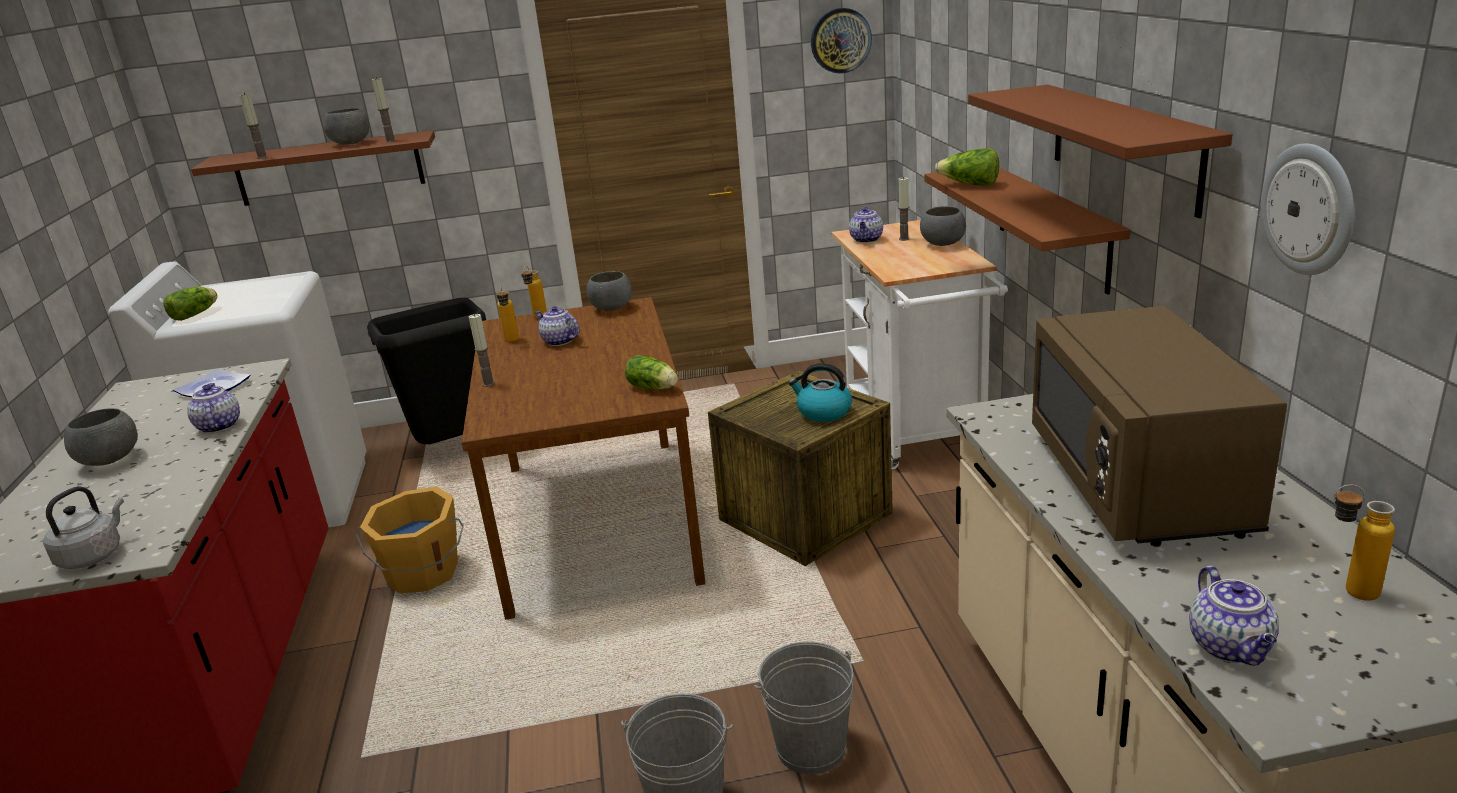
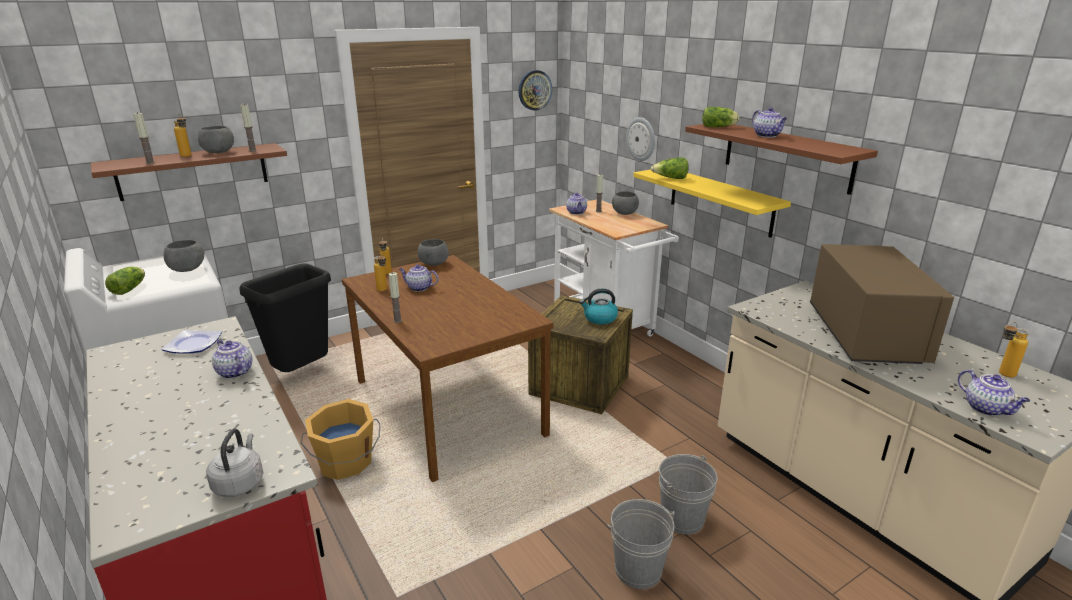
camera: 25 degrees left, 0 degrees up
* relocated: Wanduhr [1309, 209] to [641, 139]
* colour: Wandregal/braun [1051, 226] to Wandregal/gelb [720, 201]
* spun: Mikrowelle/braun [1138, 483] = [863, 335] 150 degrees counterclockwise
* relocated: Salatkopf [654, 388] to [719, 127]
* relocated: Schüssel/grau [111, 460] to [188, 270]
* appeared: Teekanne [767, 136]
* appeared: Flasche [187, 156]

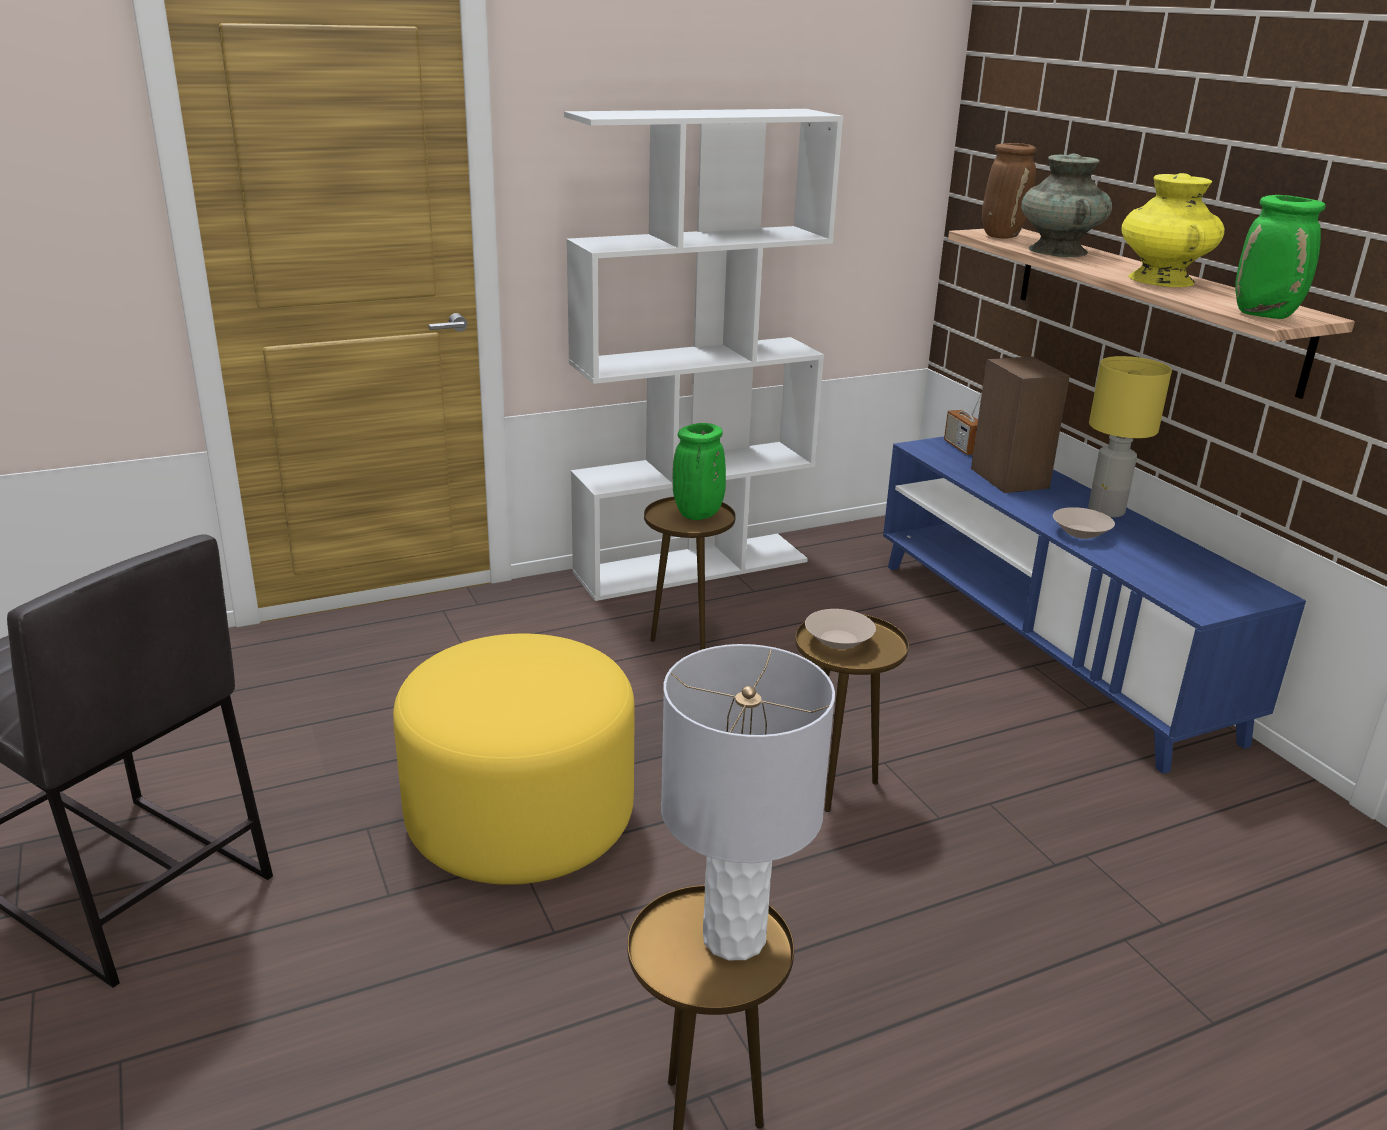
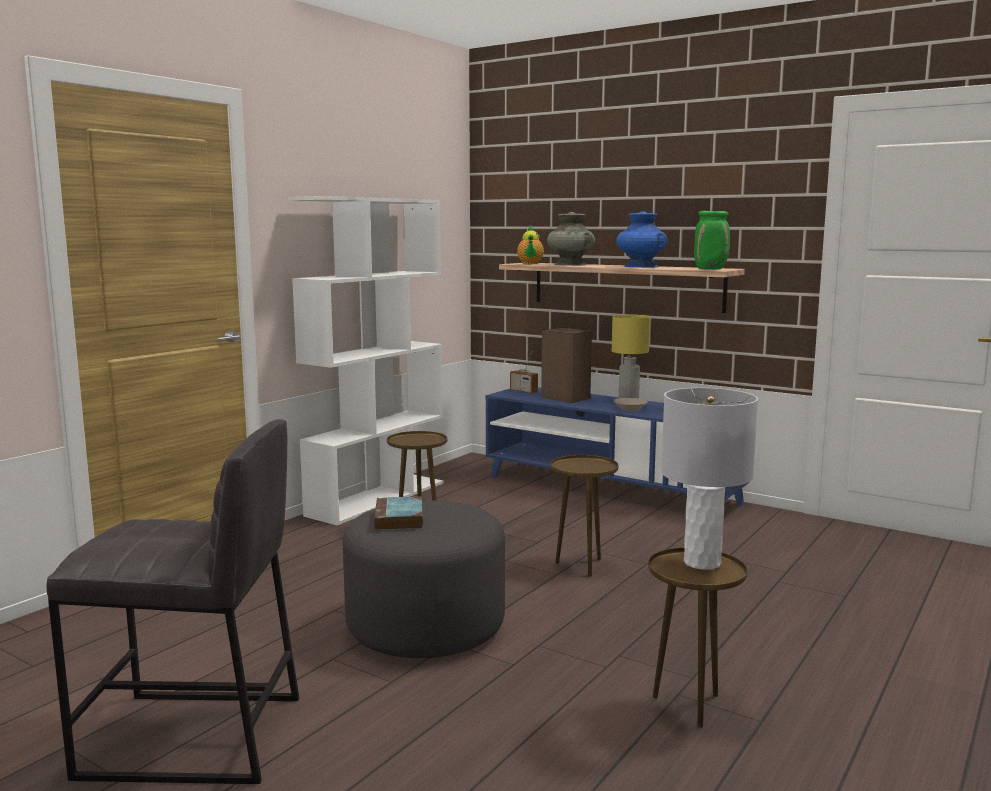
camera: 30 degrees left, 15 degrees down
* exchanged: Vase/braun [1001, 236] to Teekanne [530, 263]
* colour: Vase/gelb [1160, 280] to Vase/blau [640, 266]
* missing: Vase/grün [698, 515]
* missing: Schüssel/beige [839, 642]
* colour: Polsterhocker/gelb [520, 817] to Polsterhocker/grau [425, 626]
* appeared: Buch [399, 519]

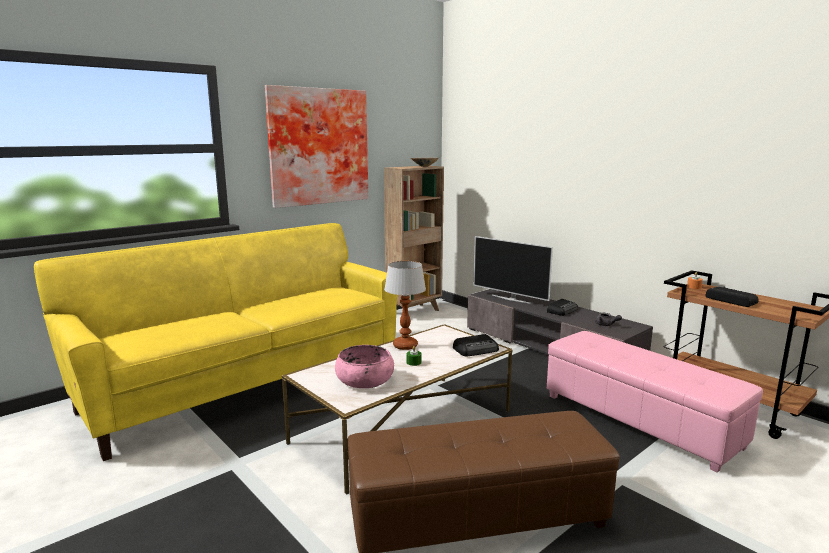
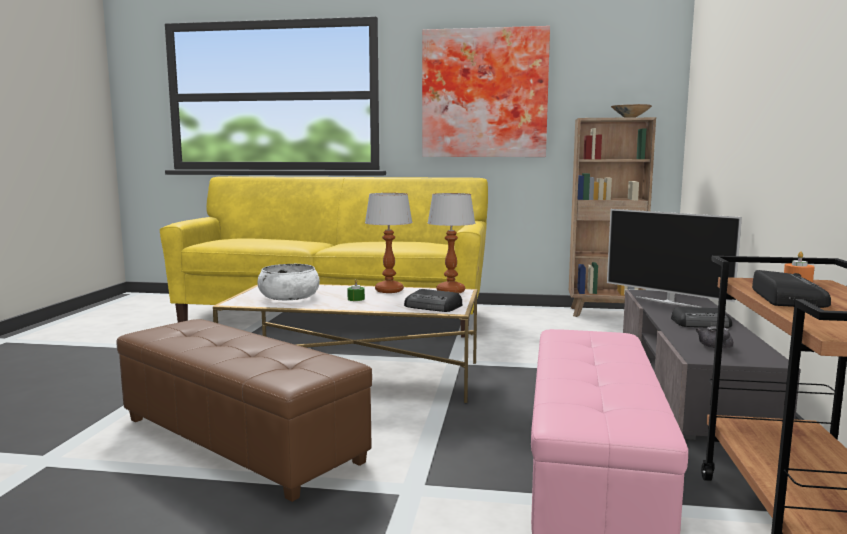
camera: 50 degrees right, 5 degrees down
* spun: Fernseher [511, 299] = [668, 302] 45 degrees counterclockwise
* colour: Schüssel/rosa [364, 380] to Schüssel/weiß [289, 297]
* appeared: Tischlampe [450, 291]

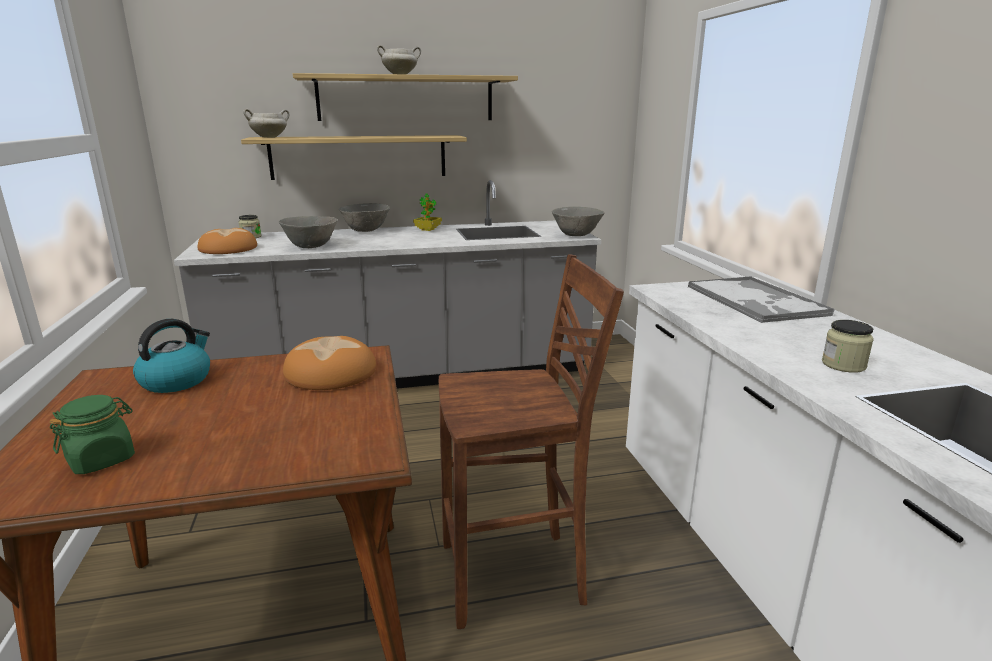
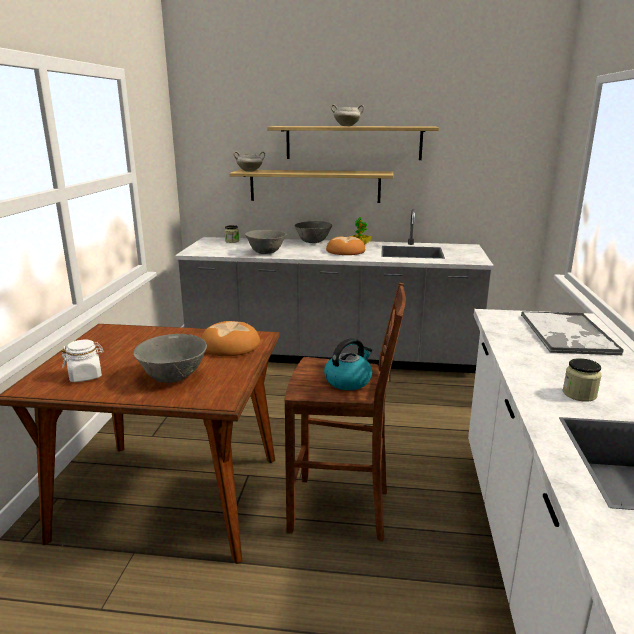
camera: 20 degrees right, 0 degrees up
* relocated: Schüssel/grau [577, 235] to [173, 378]
* relocated: Brot [227, 249] to [345, 251]
* relocated: Wasserkessel [177, 380] to [348, 381]
* colour: Vorratsglas/grün [102, 459] to Vorratsglas/weiß [85, 376]

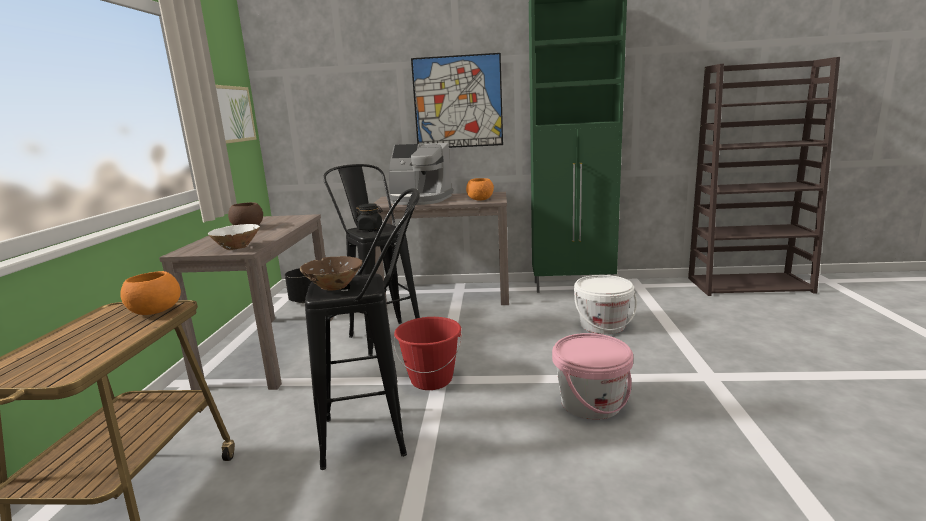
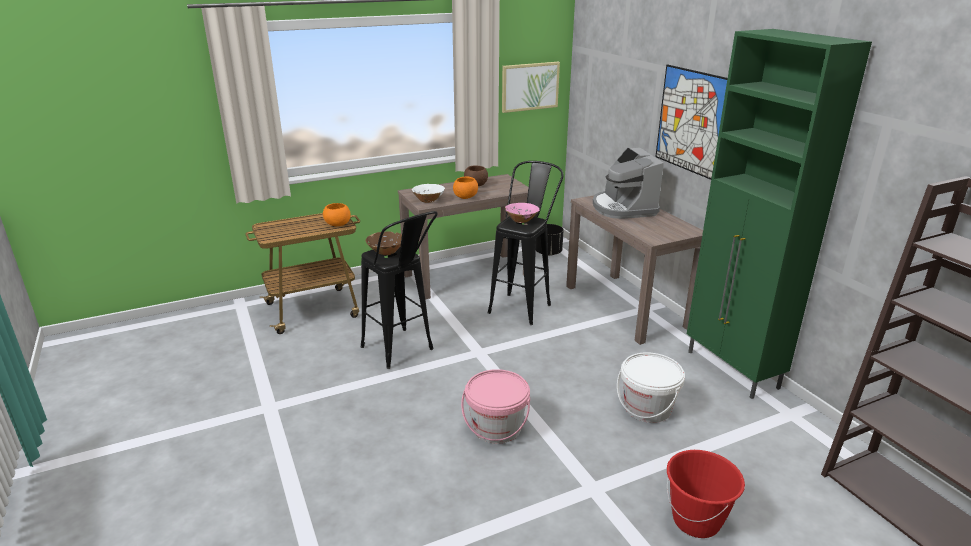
camera: 60 degrees right, 10 degrees up
* relocated: Schüssel/orange [480, 200] to [466, 197]
* exchanged: Vorratsglas/schwarz [370, 229] to Schüssel/rosa [521, 220]
* relocated: Eimer/rot [431, 380] to [696, 521]

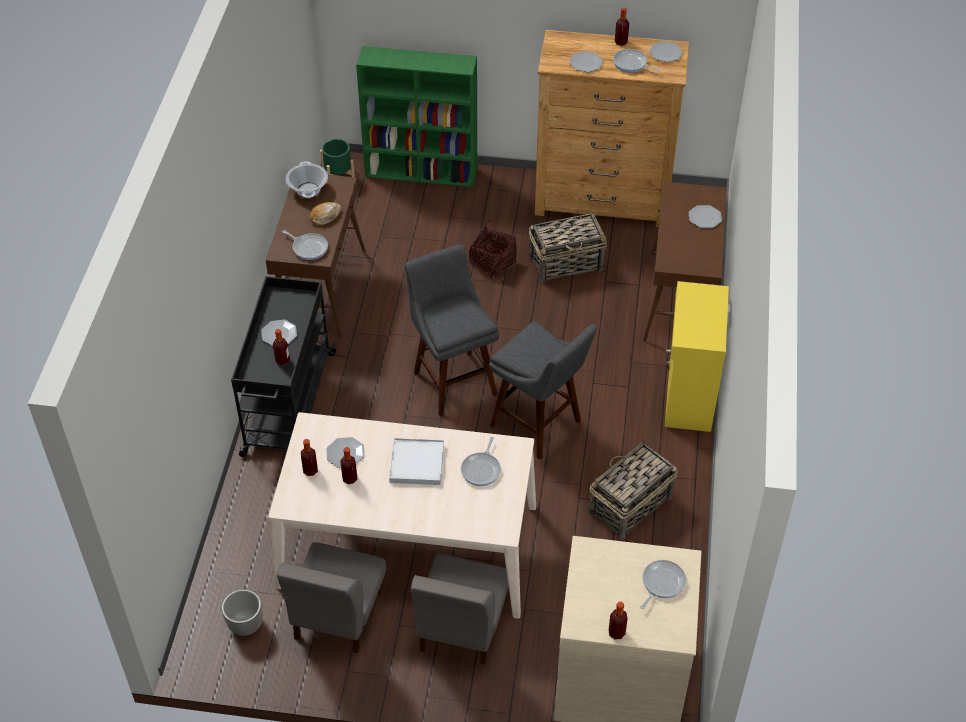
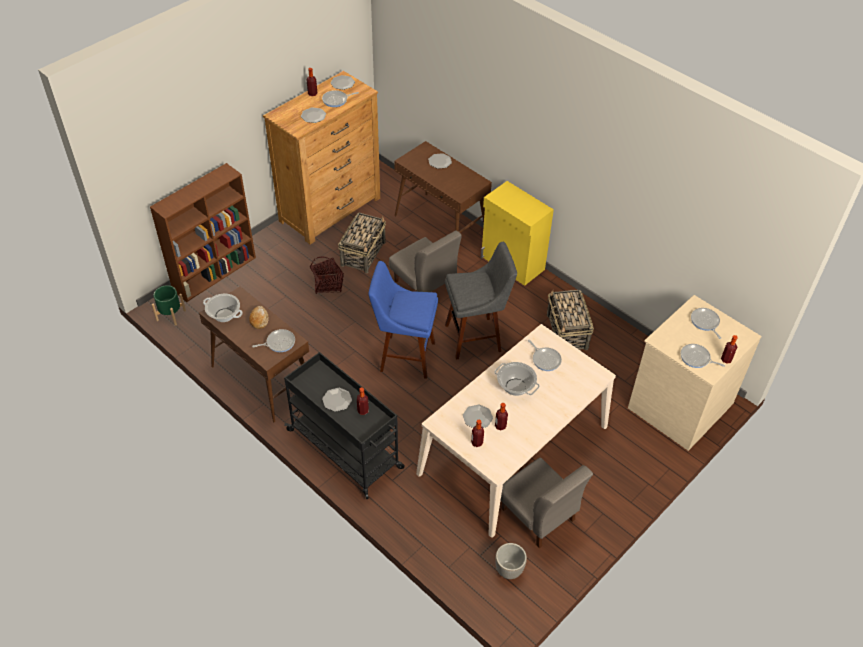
camera: 55 degrees left, 0 degrees up
* colour: Bücherregal/grün [422, 172] to Bücherregal/braun [215, 273]
* colour: Hocker/grau [453, 380] to Hocker/blau [404, 356]
* exchanged: Tablett/weiß [416, 463] to Kochtopf [515, 387]
* relocated: Stuhl/grau [461, 626] to [424, 285]
* appeared: Pfanne [696, 358]

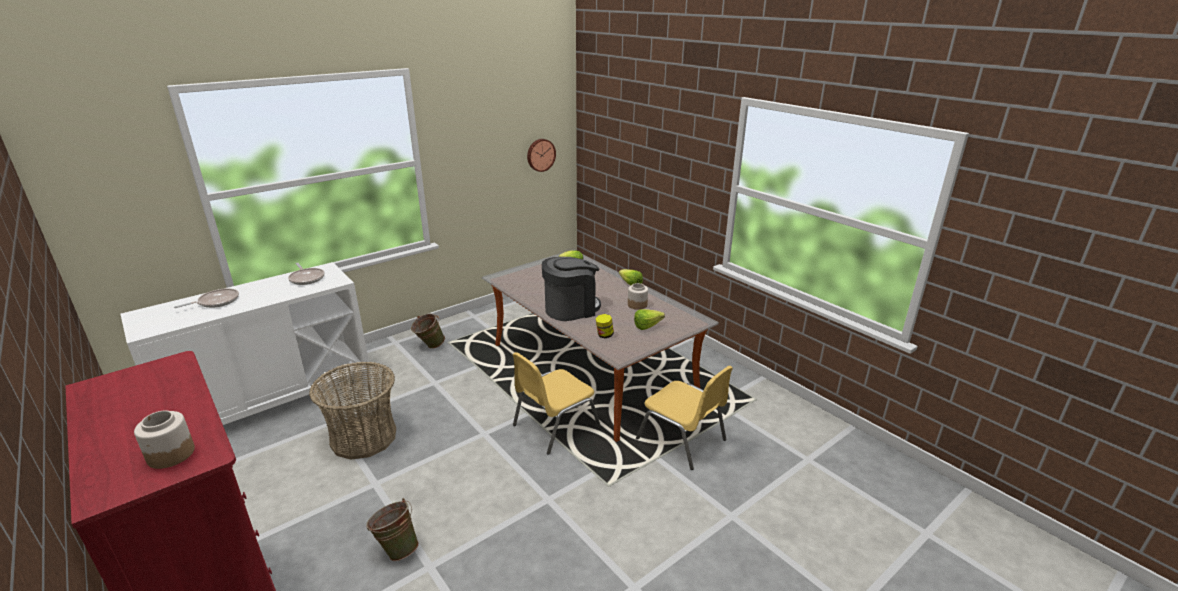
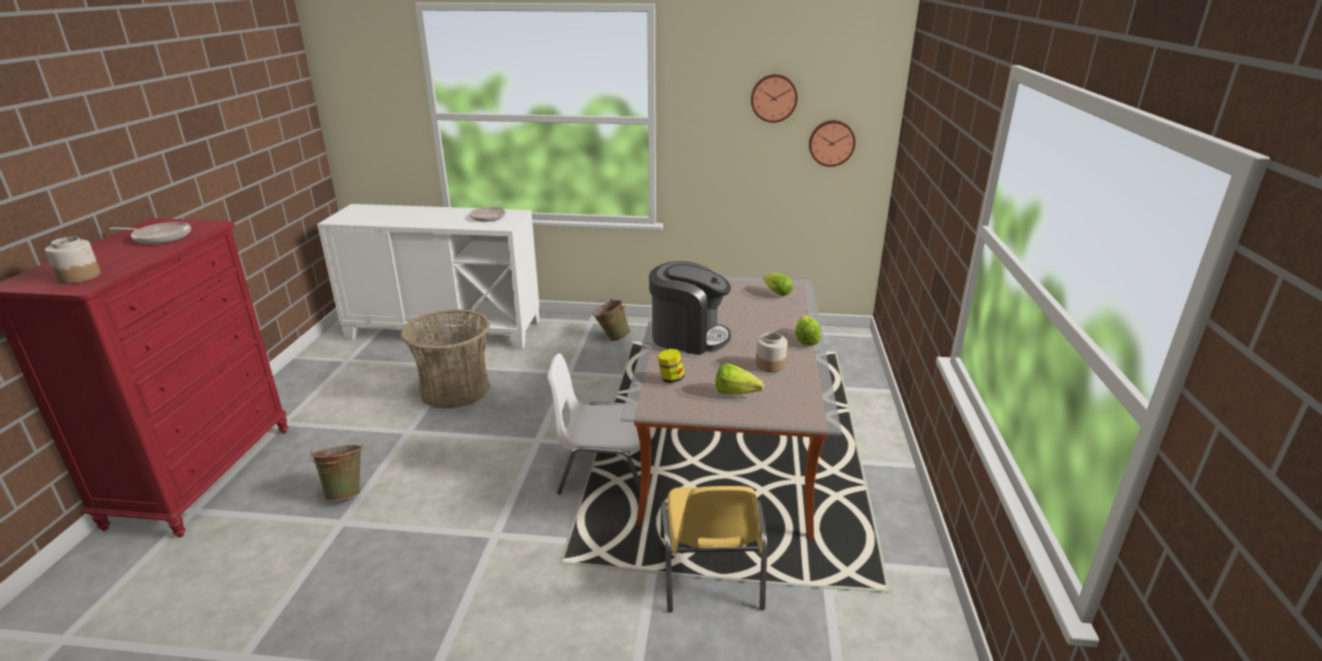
camera: 45 degrees right, 0 degrees up
* relocated: Pfanne [216, 302] to [160, 237]
* colour: Stuhl/gelb [554, 426] to Stuhl/weiß [604, 471]
* appeared: Wanduhr [774, 98]

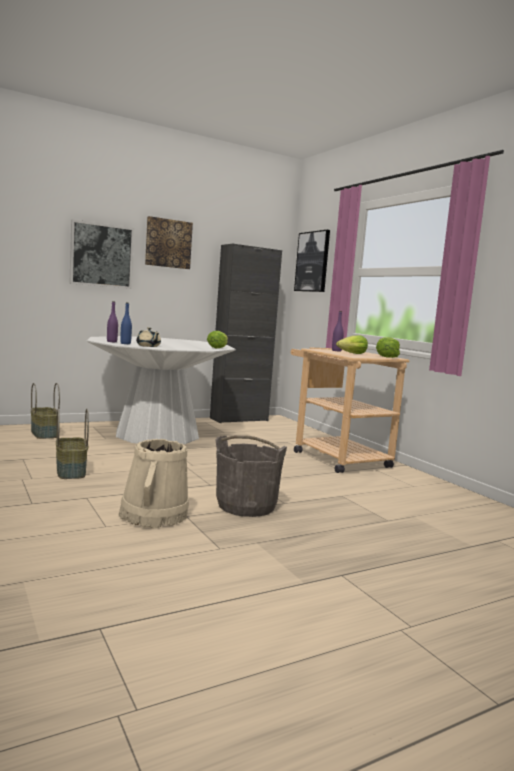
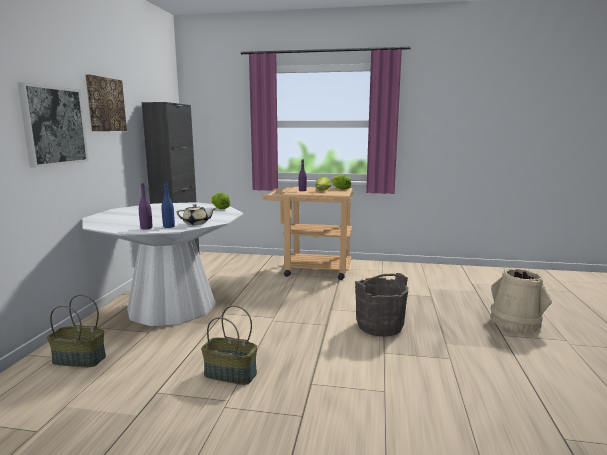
camera: 50 degrees left, 5 degrees up
* missing: Bild [312, 262]
* relocated: Eimer/beige [154, 515] to [515, 322]

